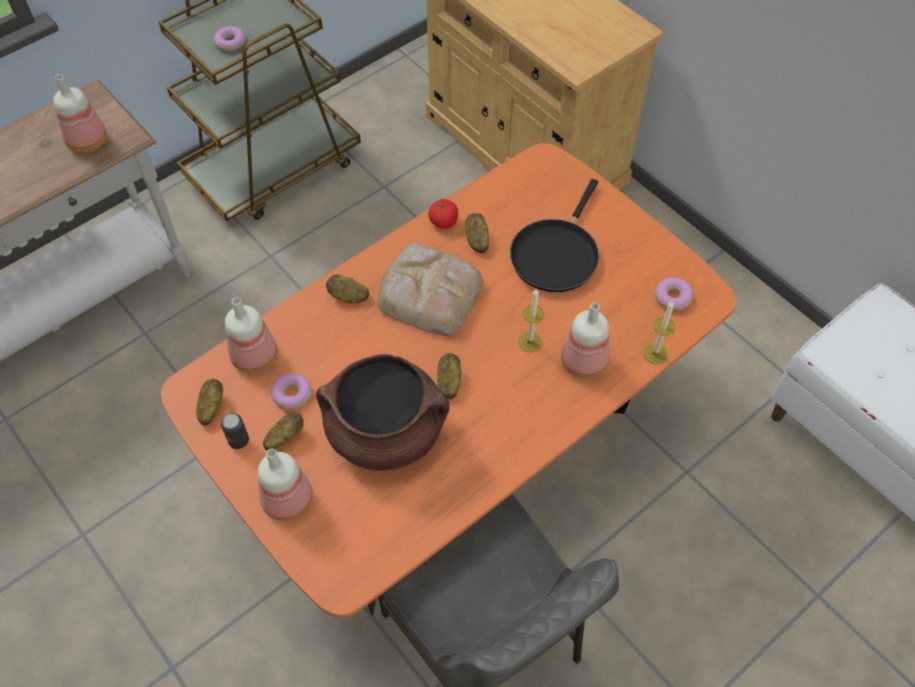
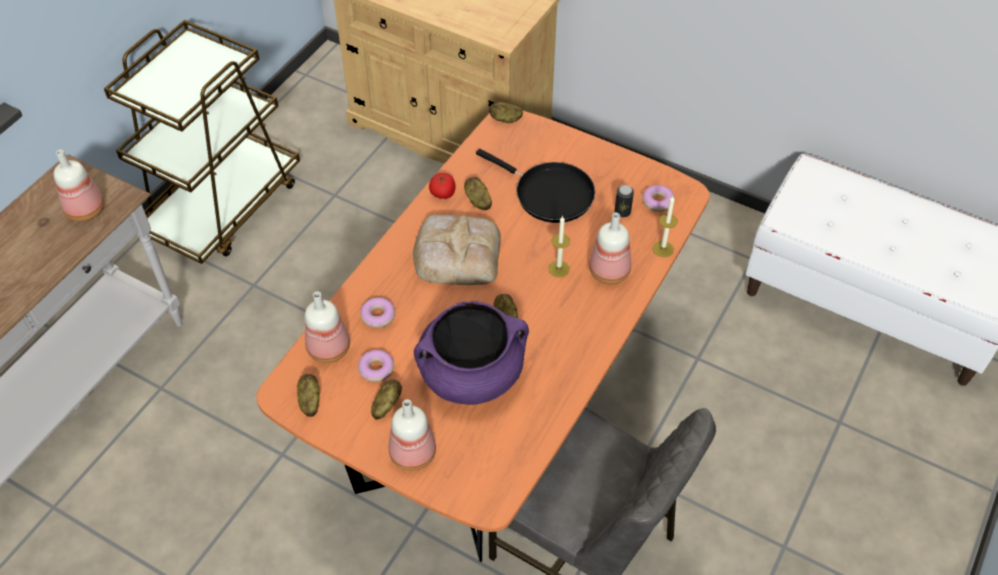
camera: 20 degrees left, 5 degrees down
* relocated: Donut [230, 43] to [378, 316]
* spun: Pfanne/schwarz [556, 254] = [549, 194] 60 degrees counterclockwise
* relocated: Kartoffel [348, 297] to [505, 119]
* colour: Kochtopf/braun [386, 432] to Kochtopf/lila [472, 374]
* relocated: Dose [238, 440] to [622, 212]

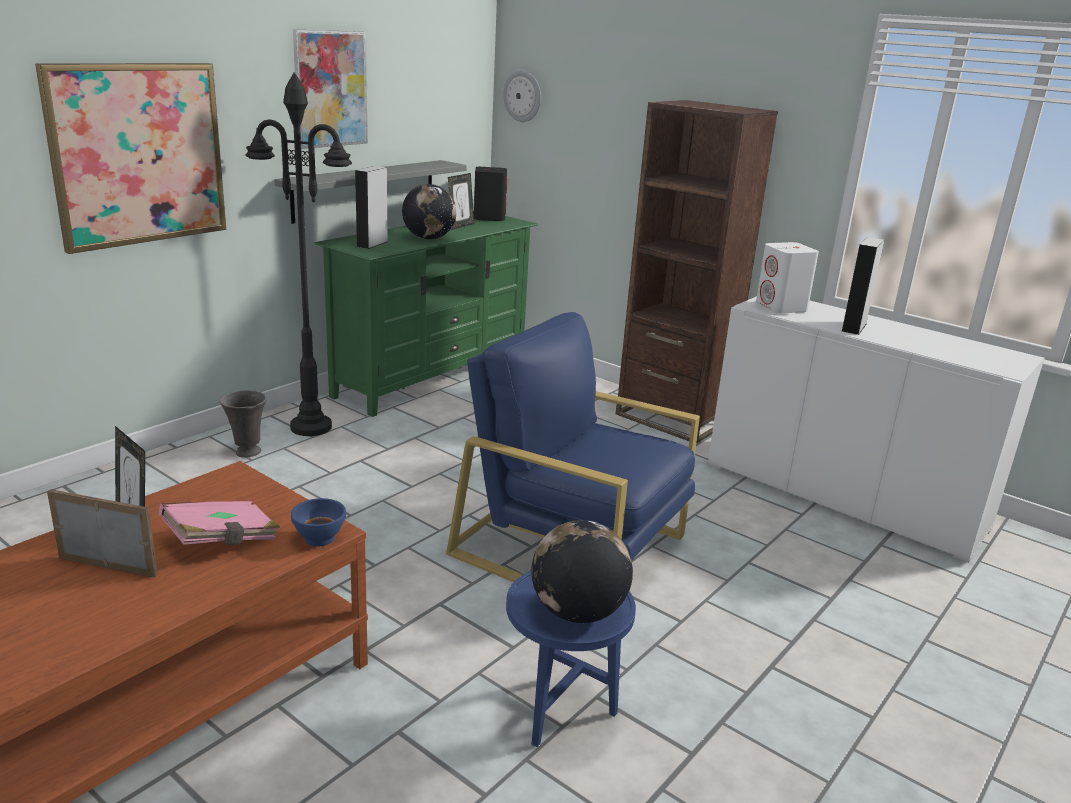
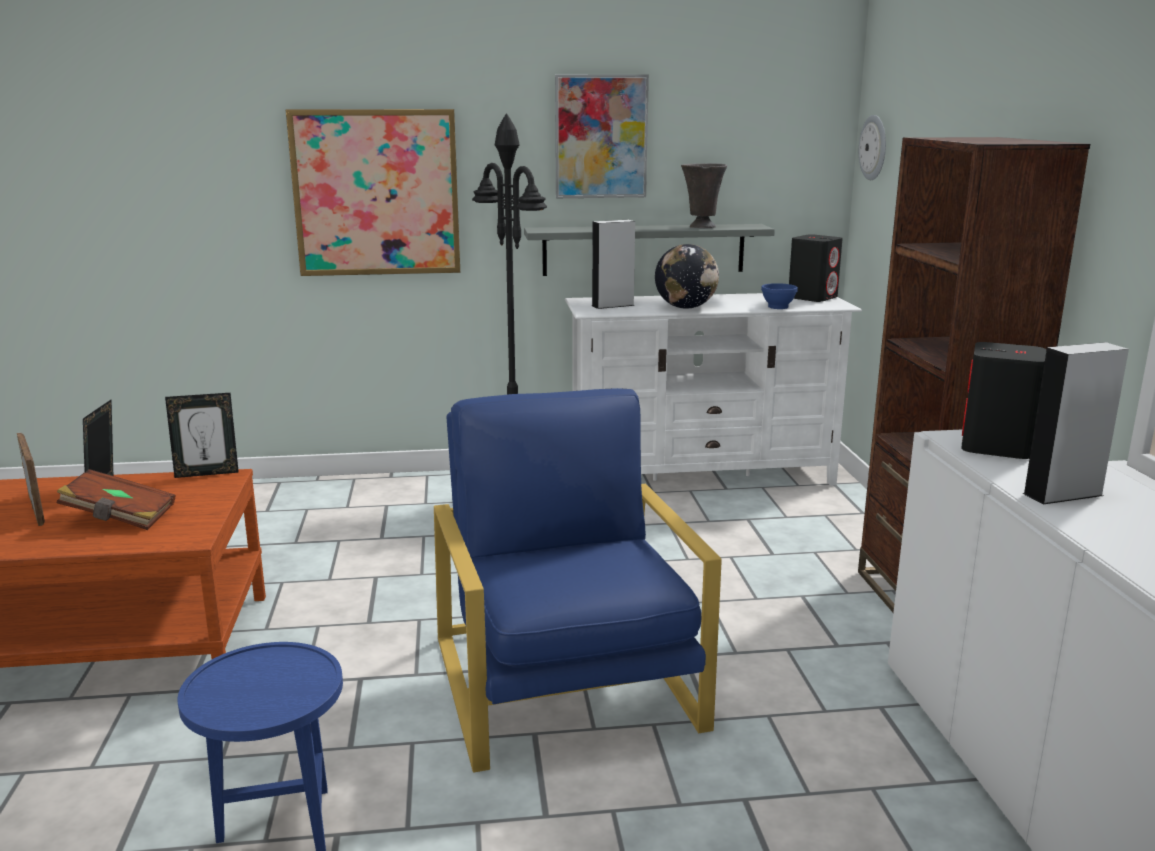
camera: 45 degrees right, 5 degrees down
* relocated: Bilderrahmen [460, 226] to [207, 473]
* colour: Fernsehschrank/grün [432, 377] to Fernsehschrank/weiß [702, 477]
* colour: Lautsprecher/weiß [781, 307] to Lautsprecher/schwarz [996, 447]
* relocated: Vase/grau [247, 452] to [701, 227]
* relocated: Schüssel/blau [320, 539] to [778, 307]
* colour: Buch/rosa [222, 540] to Buch/braun [120, 518]
* missing: Globus [577, 612]

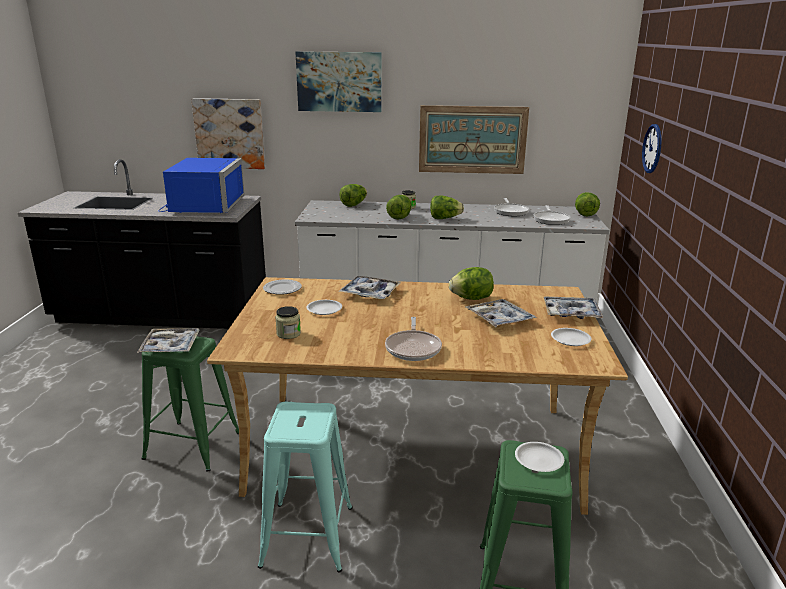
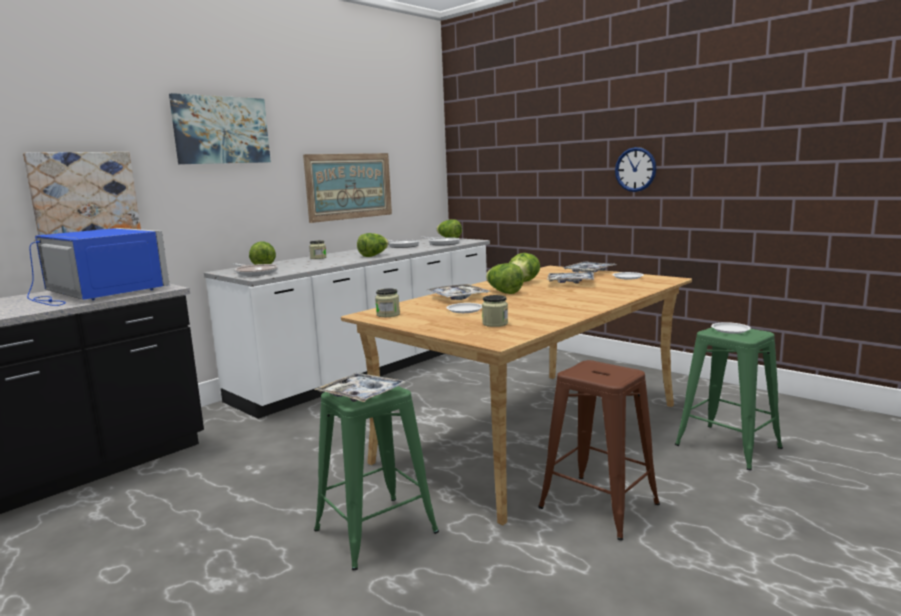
camera: 50 degrees left, 10 degrees down
* relocated: Wanduhr [652, 148] to [635, 169]
* relocated: Salatkopf [400, 217] to [503, 292]
* exchanged: Teller [282, 289] to Vorratsglas [388, 314]
* relocated: Pfanne [413, 348] to [255, 273]
* colour: Hocker/türkis [307, 536] to Hocker/braun [599, 506]

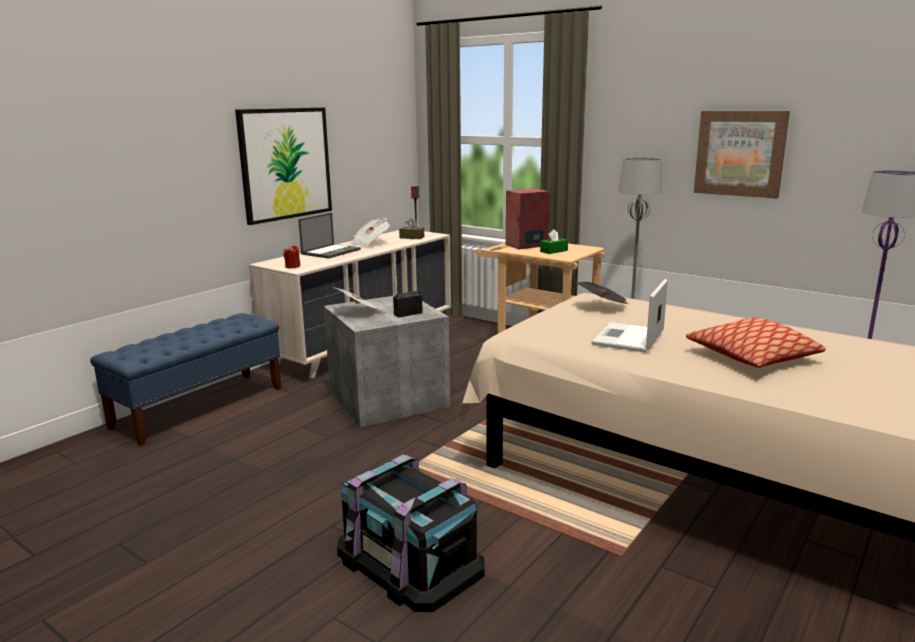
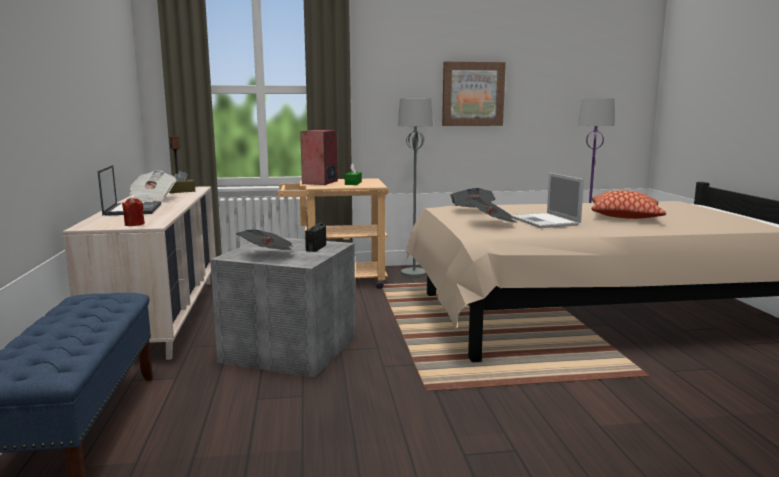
camera: 45 degrees left, 5 degrees down
* missing: Bild [285, 164]
* missing: Aufbewahrungsbox/schwarz [408, 560]
* appeared: Zeitung [492, 224]

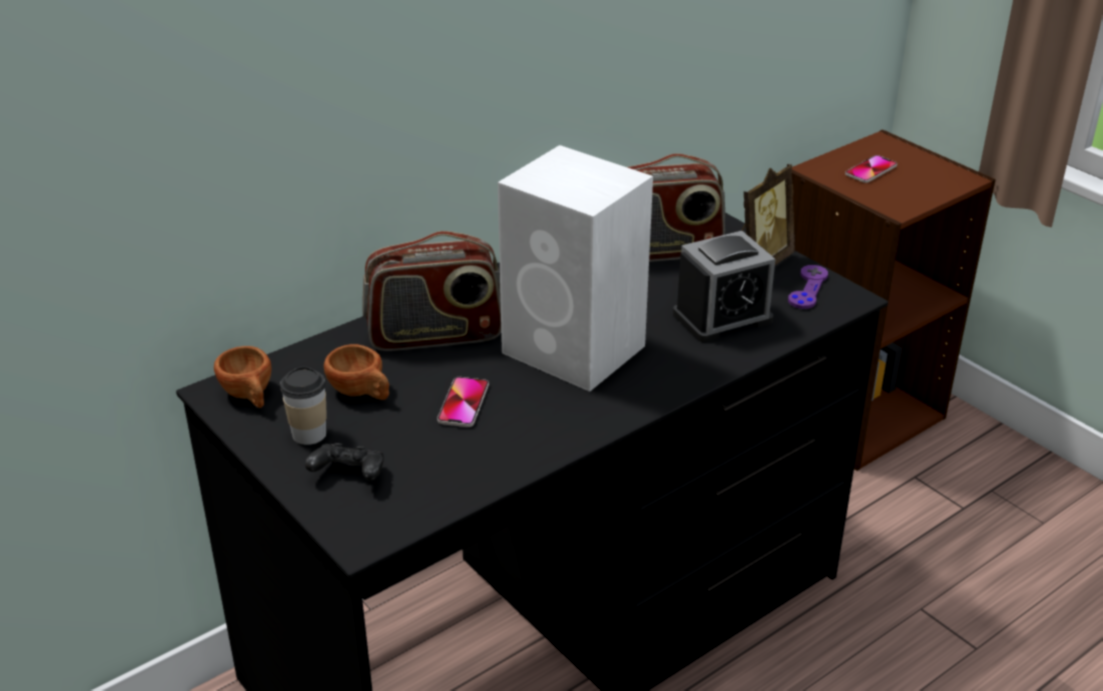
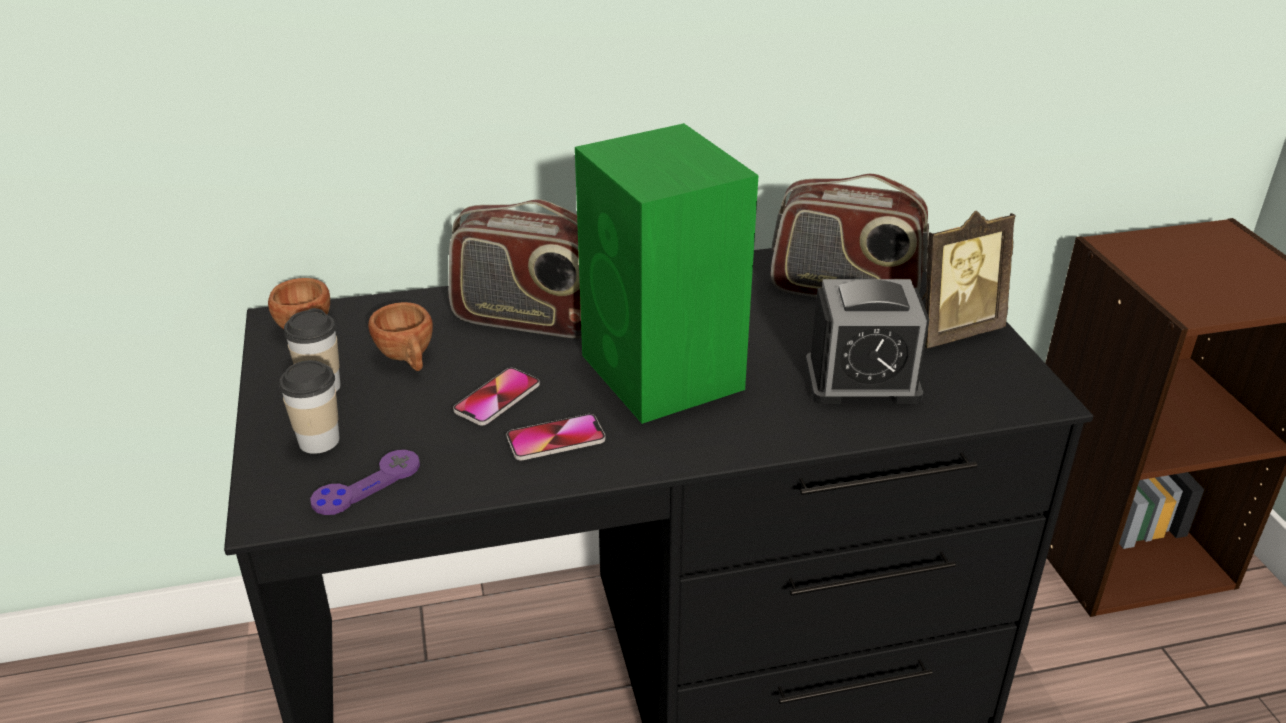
camera: 25 degrees right, 0 degrees up
* colour: Lautsprecher/weiß [576, 351] to Lautsprecher/grün [664, 374]
* relocated: Handy [871, 170] to [556, 439]
* relocated: Gamepad/lila [807, 288] to [366, 484]
* exchanged: Gamepad/schwarz [348, 475] to Tasse [319, 440]

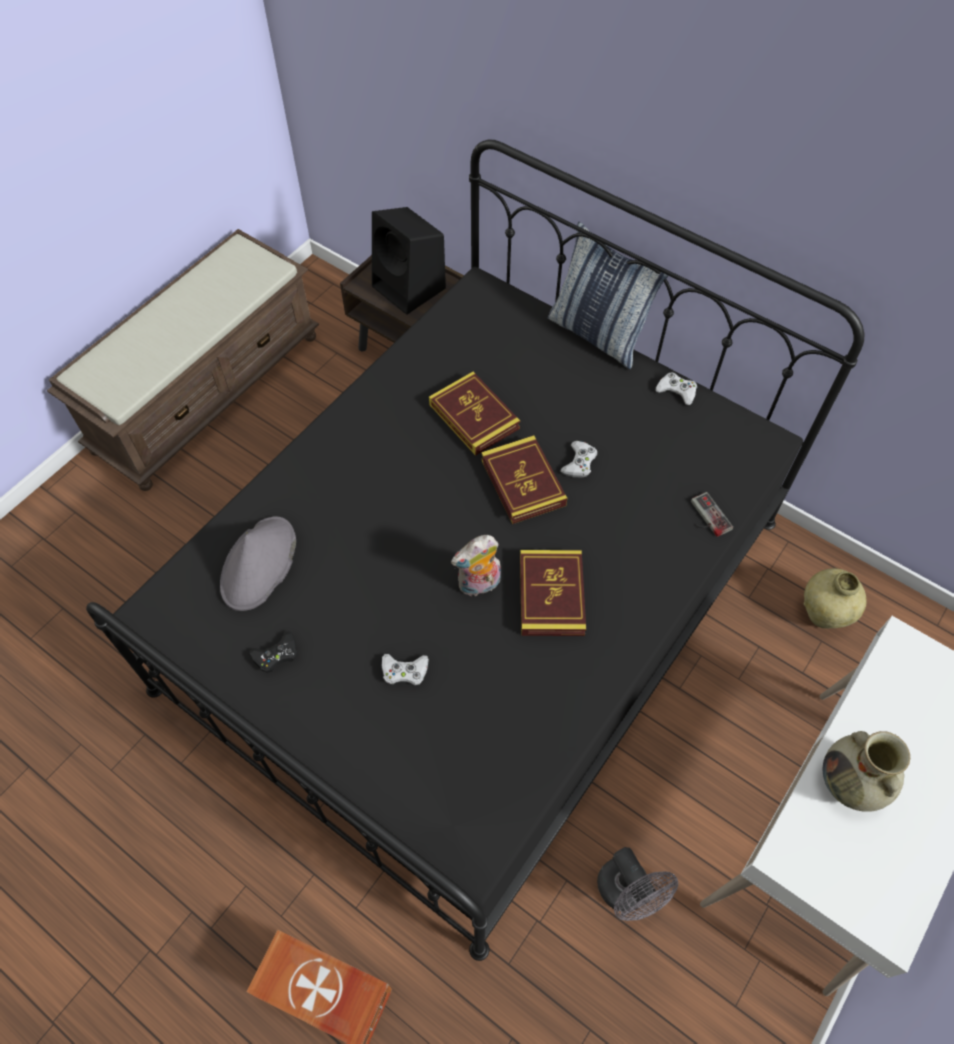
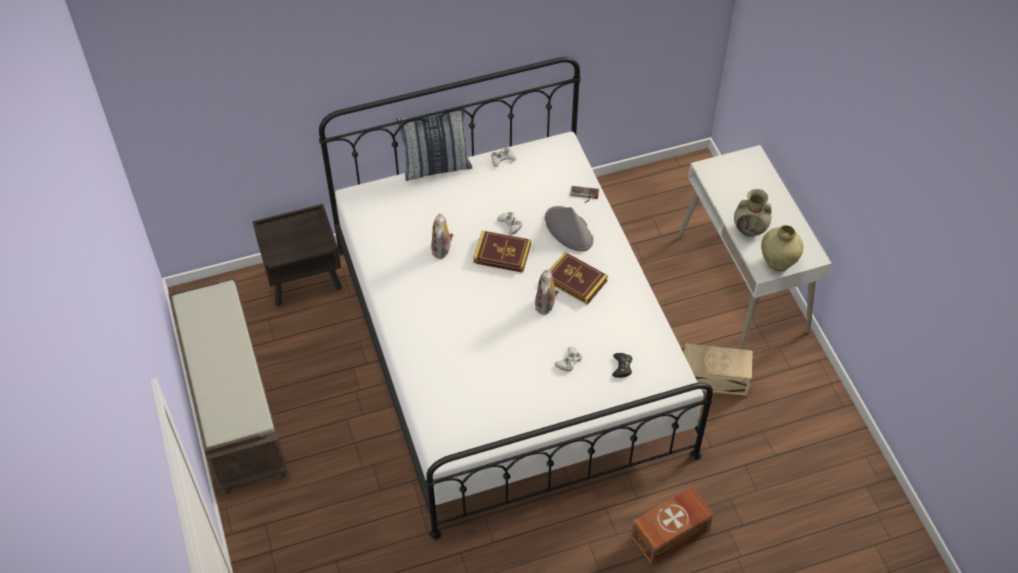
camera: 55 degrees left, 5 degrees down
* colour: Bett/schwarz [476, 601] to Bett/weiß [508, 348]
* missing: Lautsprecher/schwarz [410, 288]
* exchanged: Buch [474, 416] to Plüschtier [442, 250]
* relocated: Hut/grau [259, 564] to [569, 230]
* relocated: Vase/beige [822, 614] to [777, 263]
* relocated: Gamepad/schwarz [276, 655] to [622, 367]
* exchanged: Ventilator/grau [628, 893] to Aufbewahrungsbox/beige [713, 377]

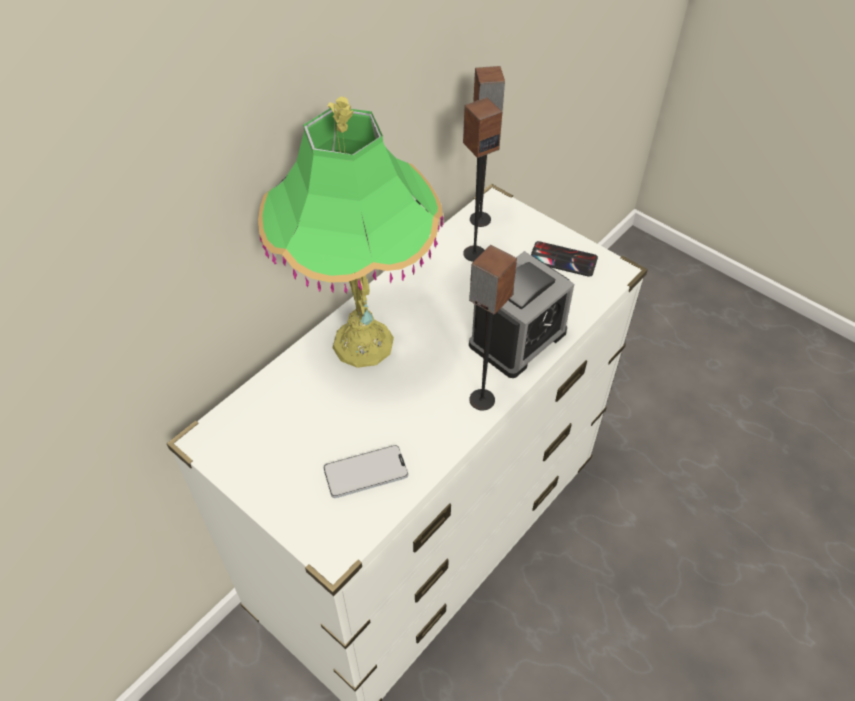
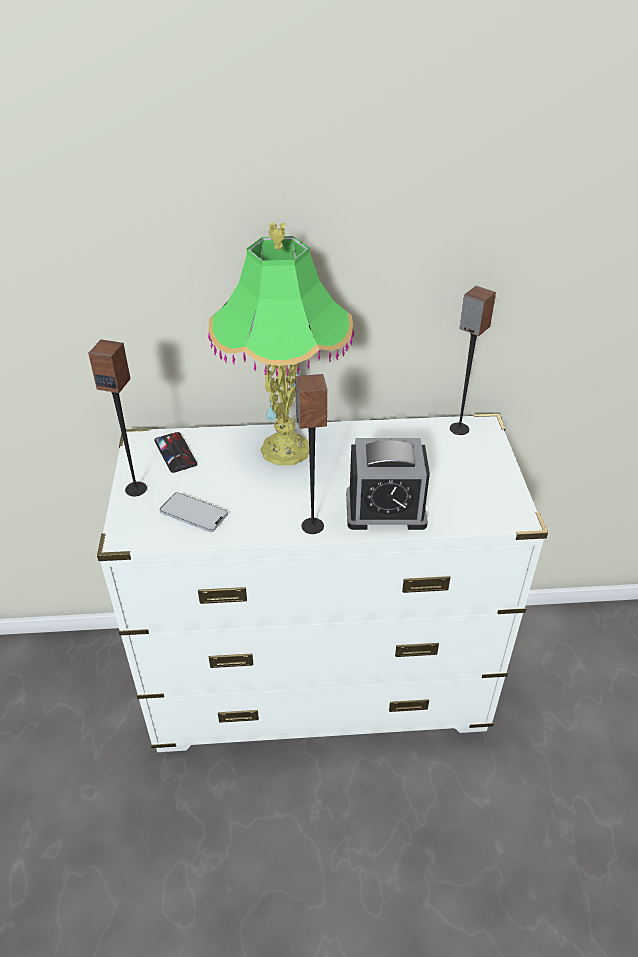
camera: 45 degrees right, 10 degrees down
* relocated: Lautsprecher [474, 253] to [136, 489]
* relocated: Handy [563, 259] to [175, 452]

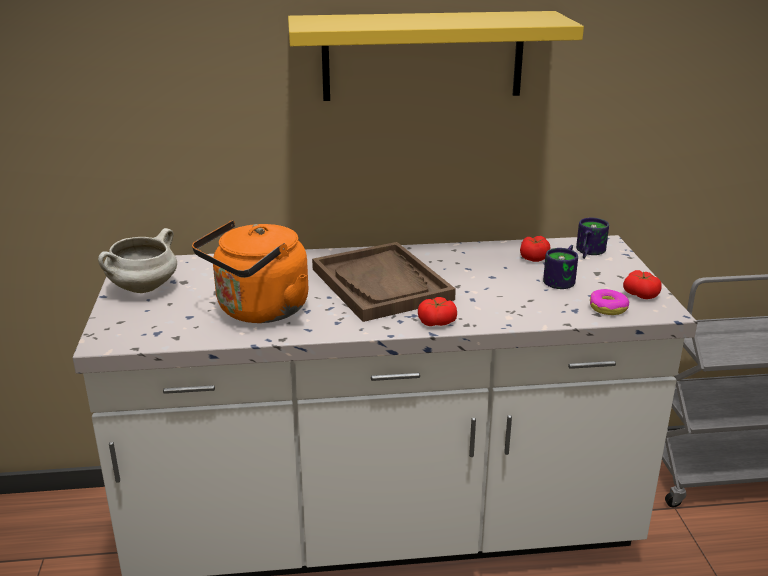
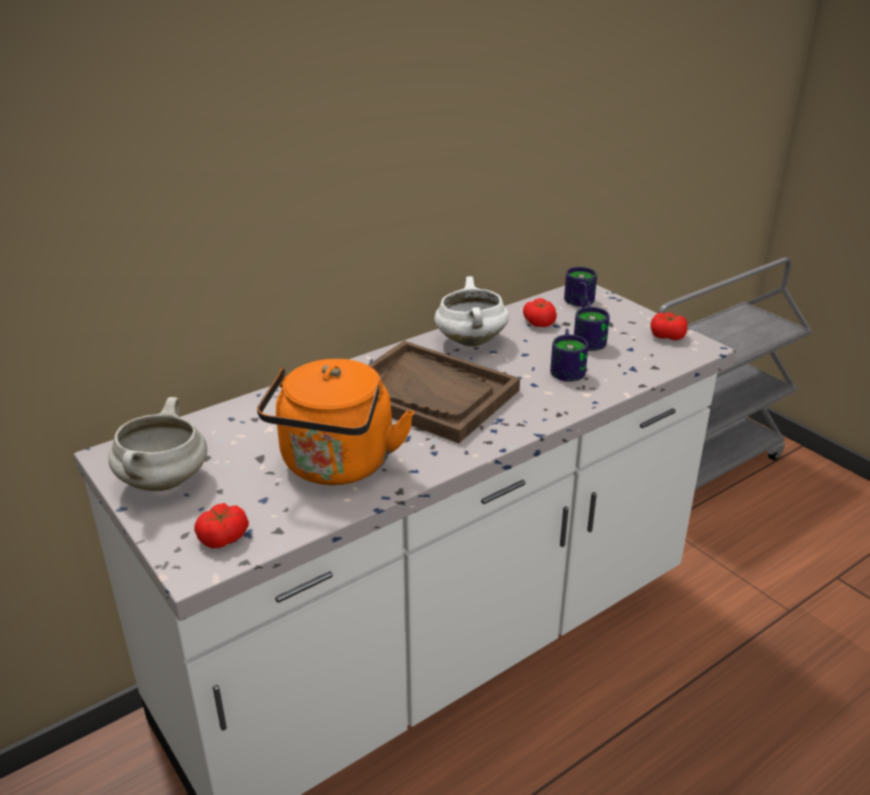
camera: 30 degrees left, 5 degrees up
* missing: Wandregal/gelb [423, 56]
* missing: Donut [608, 308]
* relocated: Tomate [437, 322] to [223, 537]
* appeared: Kochtopf/weiß [469, 340]
* appeared: Henkelbecher [568, 369]

